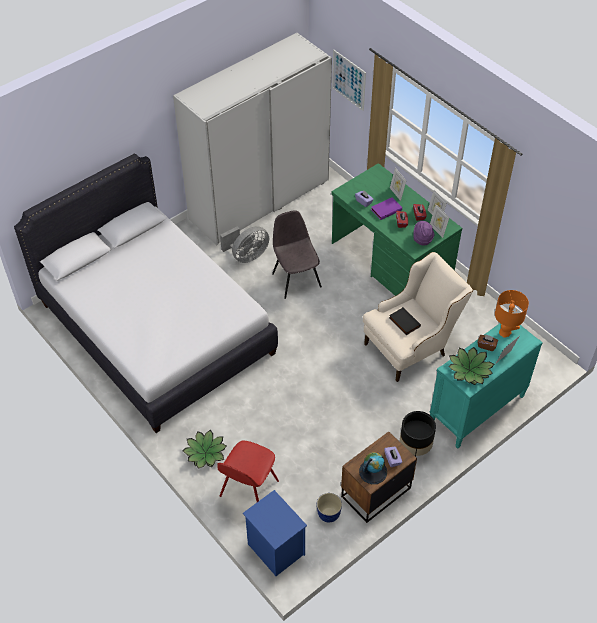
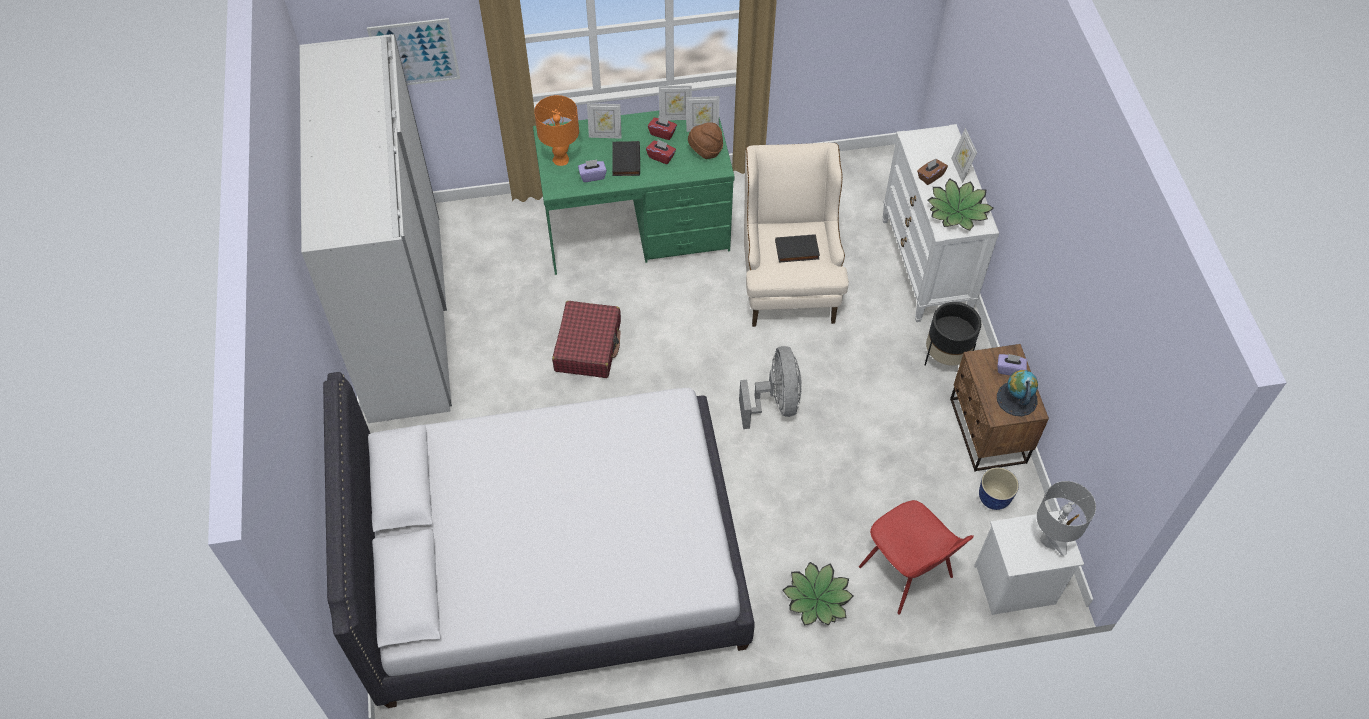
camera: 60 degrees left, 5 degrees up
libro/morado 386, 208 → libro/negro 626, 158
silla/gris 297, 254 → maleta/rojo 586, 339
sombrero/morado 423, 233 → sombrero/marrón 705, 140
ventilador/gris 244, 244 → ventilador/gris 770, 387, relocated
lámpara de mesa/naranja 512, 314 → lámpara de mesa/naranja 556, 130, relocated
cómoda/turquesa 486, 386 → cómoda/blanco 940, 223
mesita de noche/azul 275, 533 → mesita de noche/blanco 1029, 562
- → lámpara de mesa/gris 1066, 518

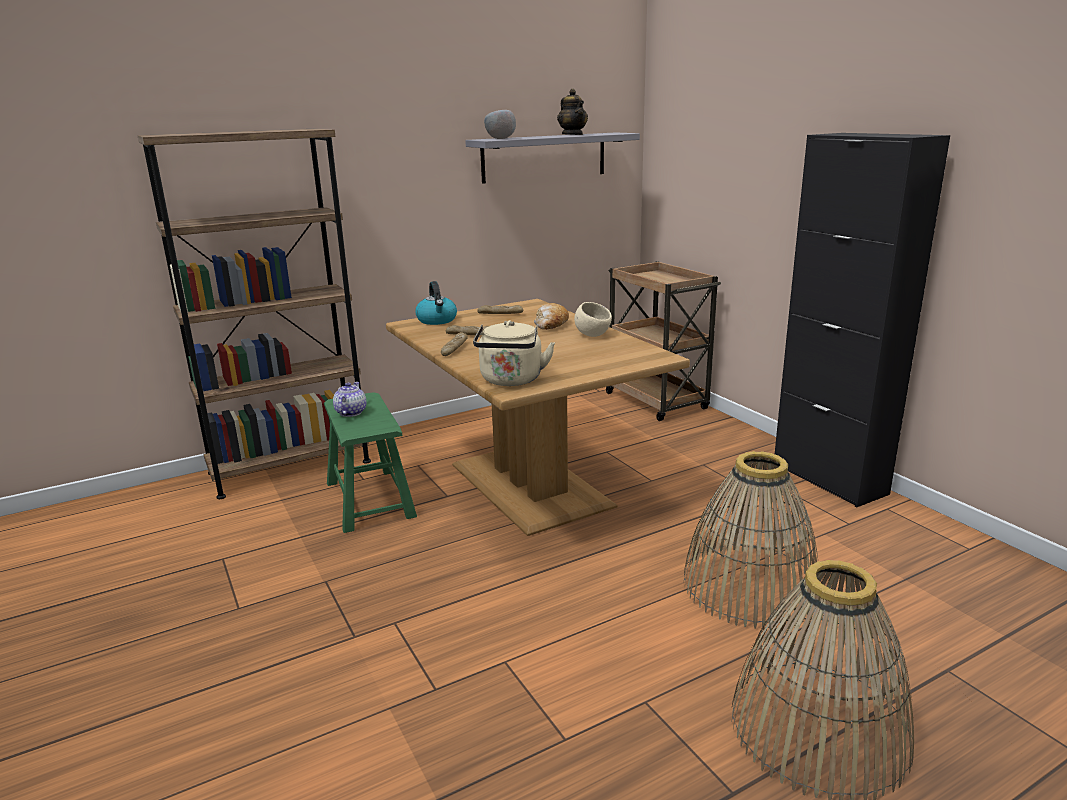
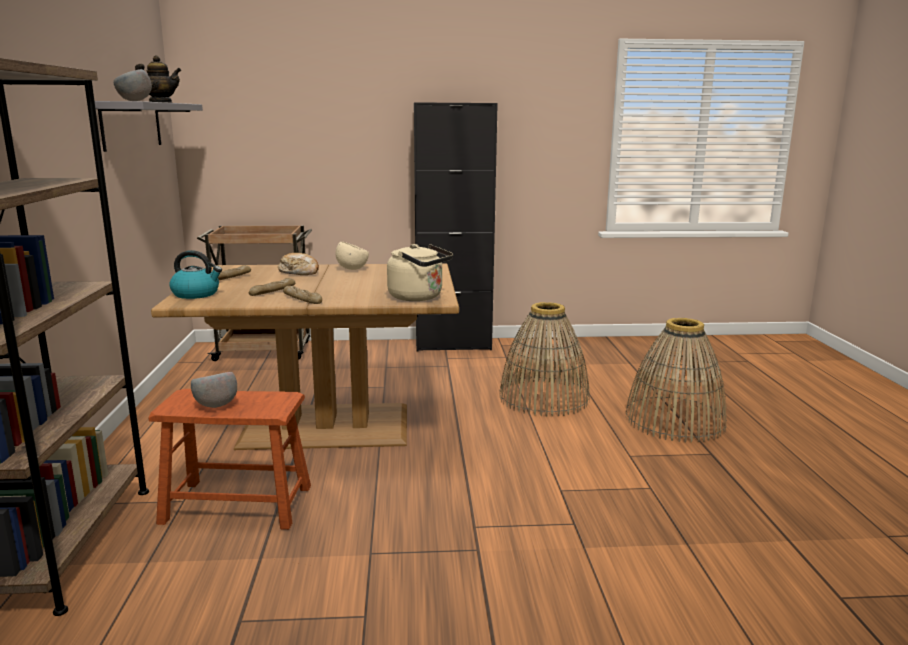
camera: 65 degrees left, 5 degrees down
tetera 349, 399 → cuenco/gris 214, 390
taburete/verde 370, 462 → taburete/marrón 229, 459

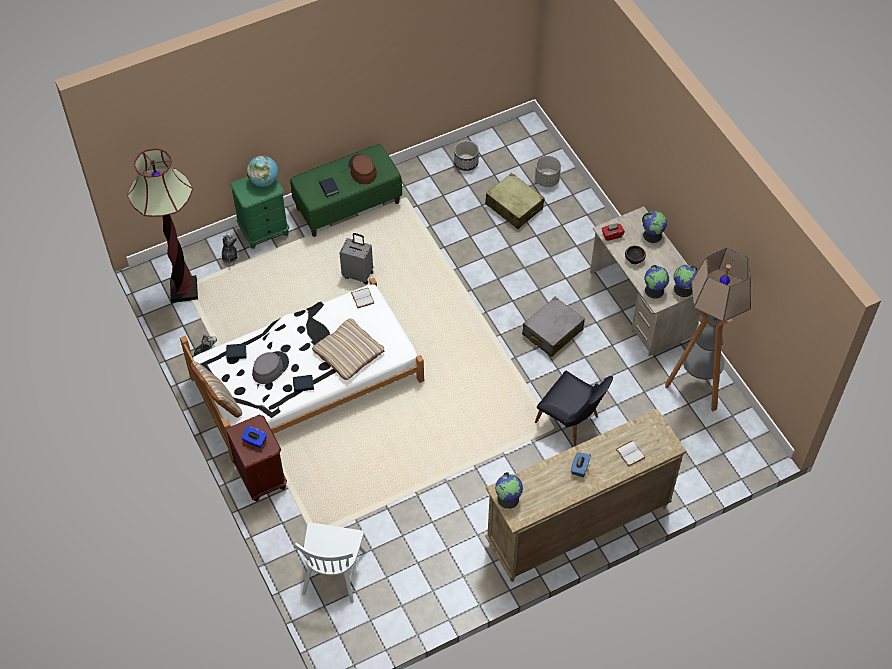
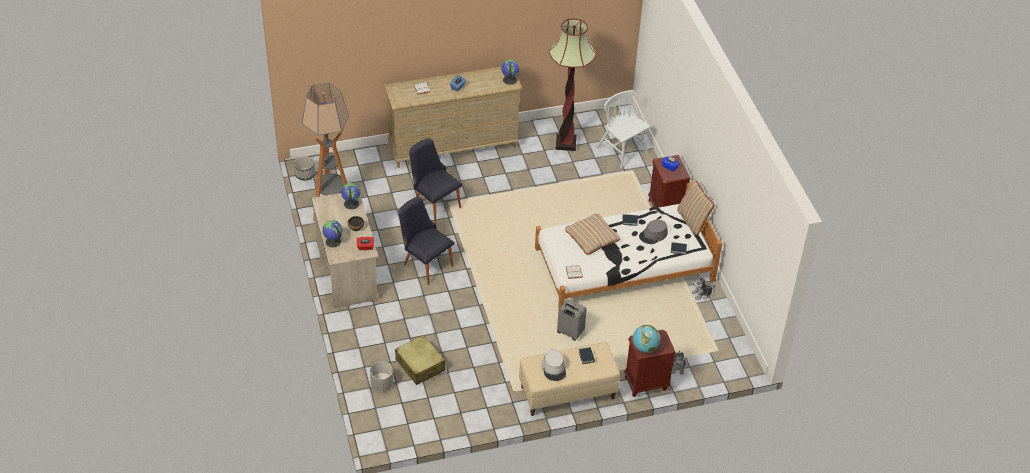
camera: 170 degrees left, 10 degrees down
maceta 466, 155 → maceta 304, 168, relocated
banco/verde 346, 190 → banco/beis 569, 379
lámpara de pie 162, 225 → lámpara de pie 572, 84, relocated
sombrero/marrón 362, 169 → sombrero/gris 554, 365
mesita de noche/verde 259, 212 → mesita de noche/marrón 650, 363
globo terráqueo 685, 281 → -
maleta/gris 553, 327 → silla/negro 426, 241
silla/blanco 330, 562 → silla/blanco 623, 129, 60 degrees counterclockwise

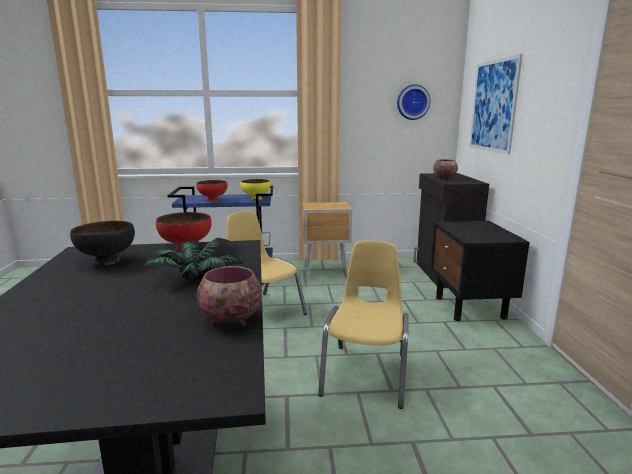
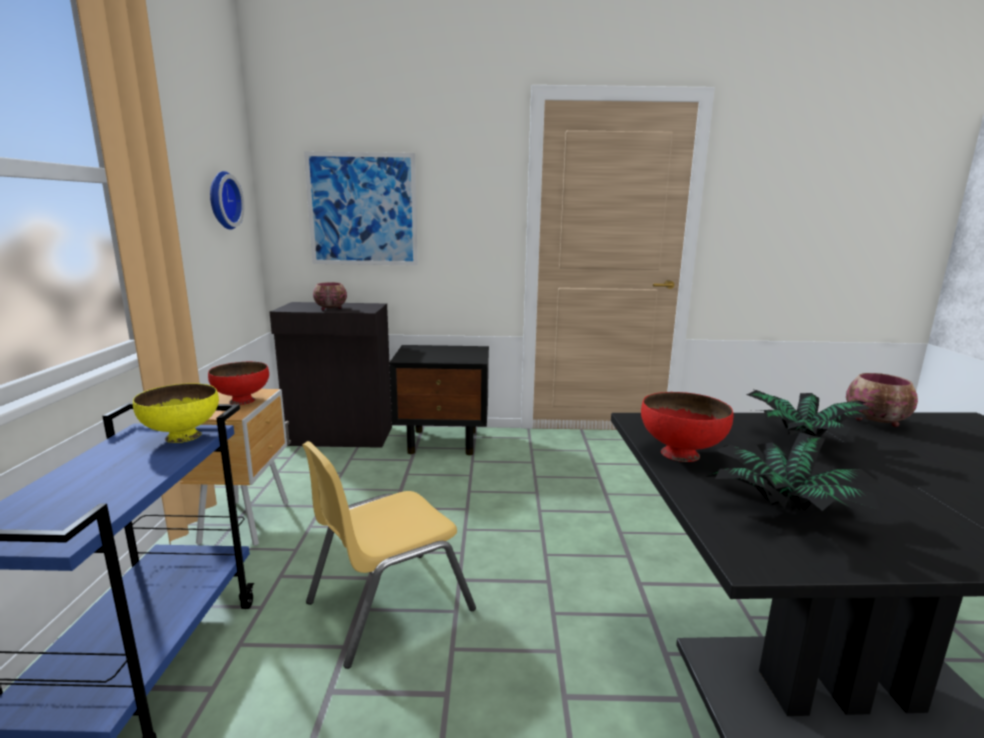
camera: 85 degrees left, 0 degrees up
cuenco/rojo 212, 191 → cuenco/rojo 238, 383, relocated
cuenco/negro 102, 243 → planta en maceta 794, 471
silla/amarillo 363, 324 → -

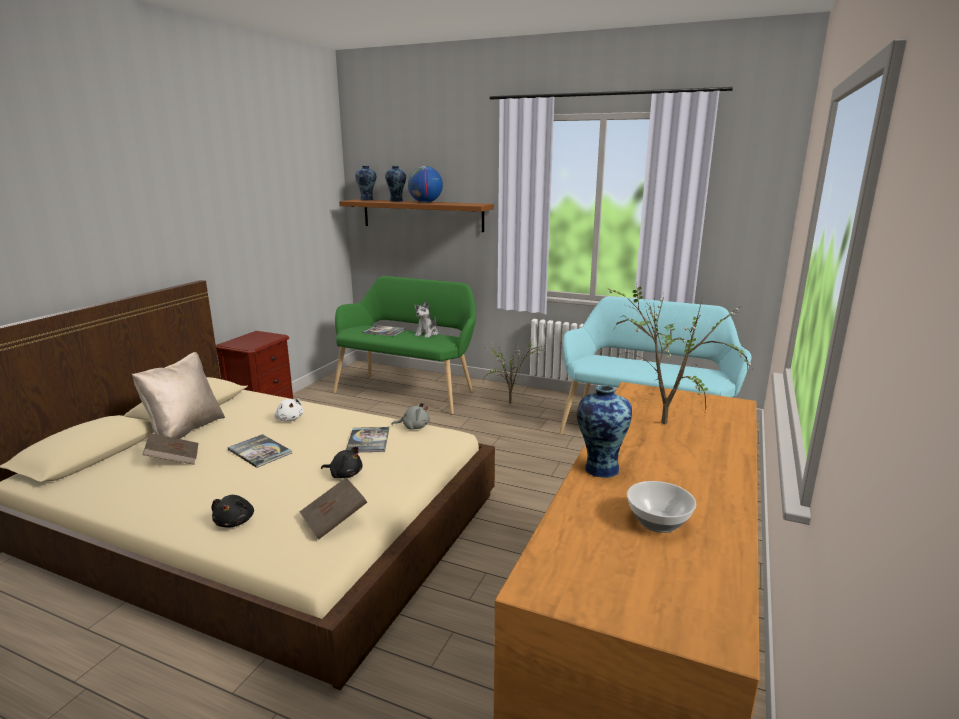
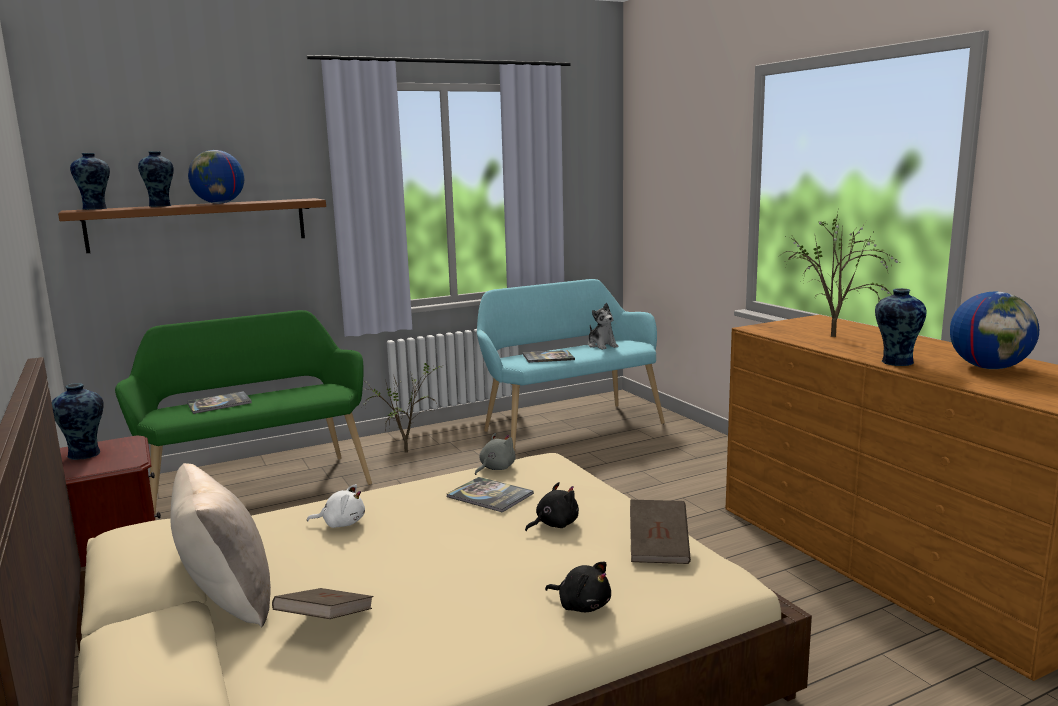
camera: 50 degrees left, 5 degrees down
peluche 427, 319 → peluche 603, 326, relocated
libro 260, 451 → libro 548, 356, relocated
cuenco 661, 507 → globo terráqueo 994, 330
- → florero 78, 421

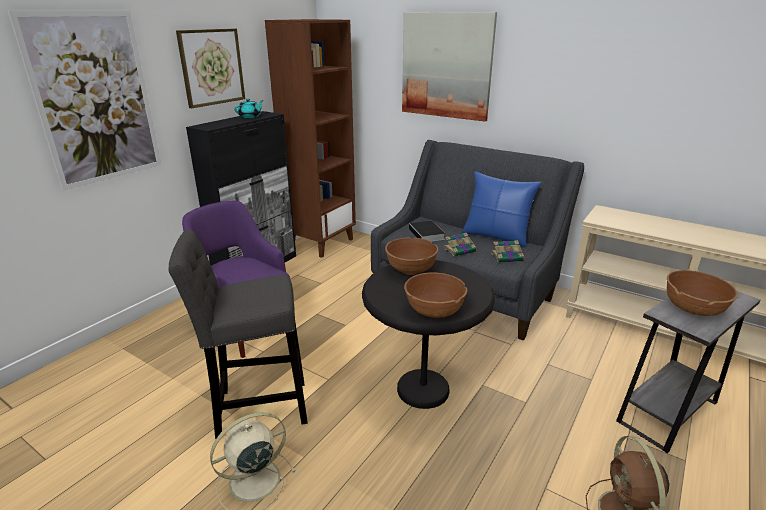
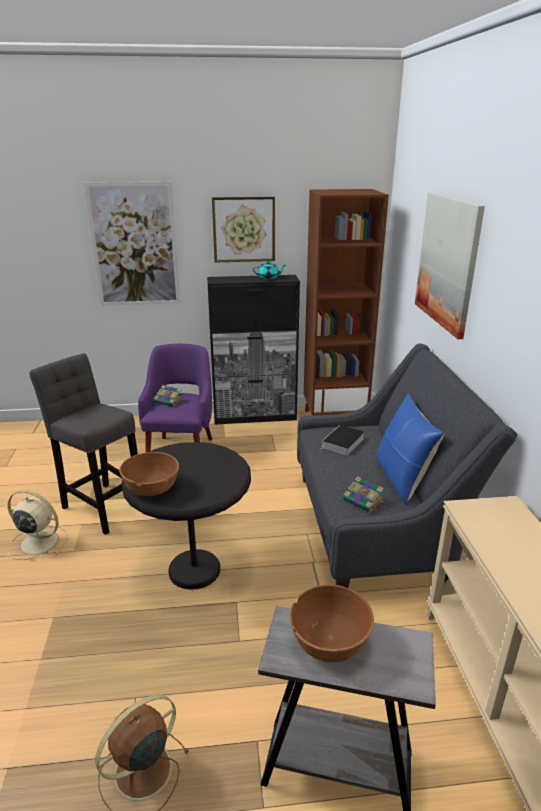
camera: 50 degrees right, 0 degrees up
libro 460, 245 → libro 169, 396, relocated
cuenco/marrón 411, 256 → -

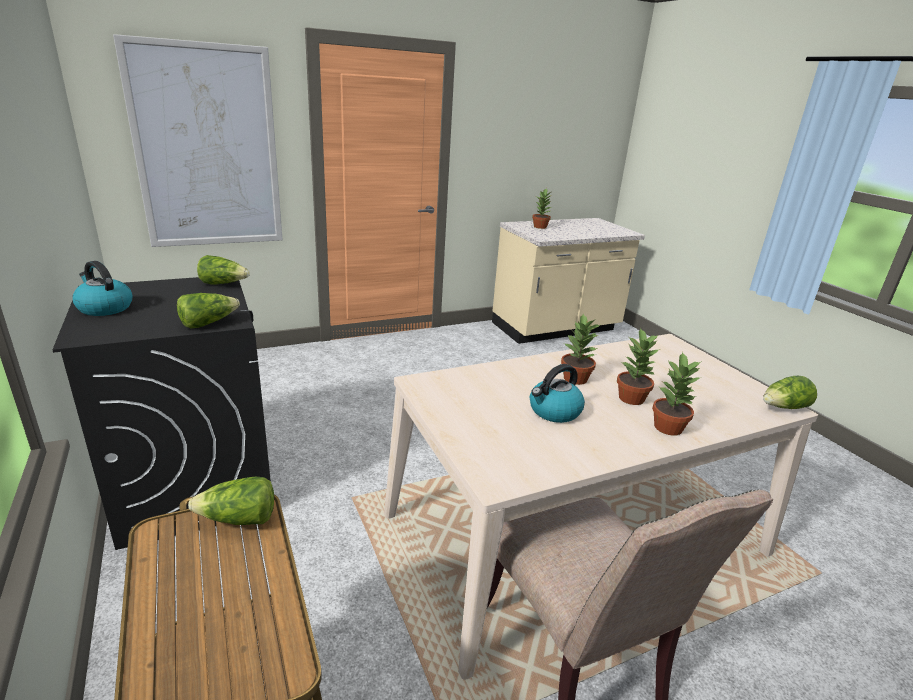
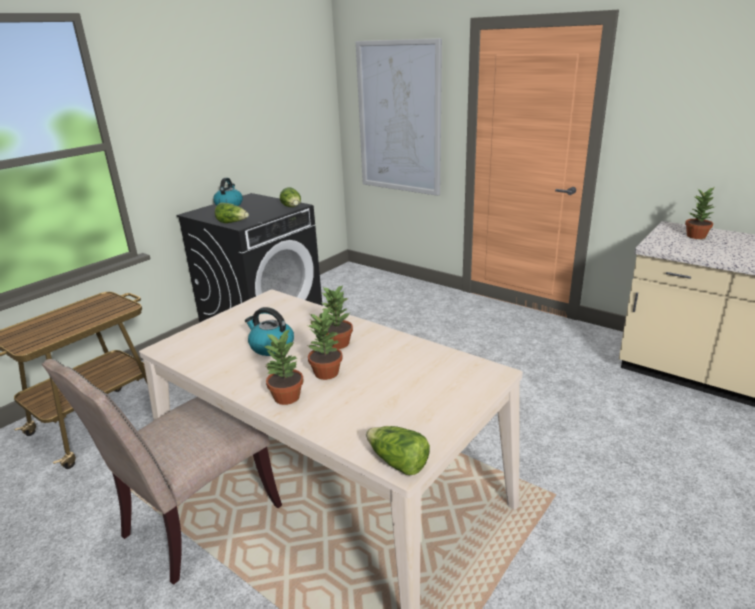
camera: 65 degrees right, 0 degrees up
lechuga 231, 501 → -

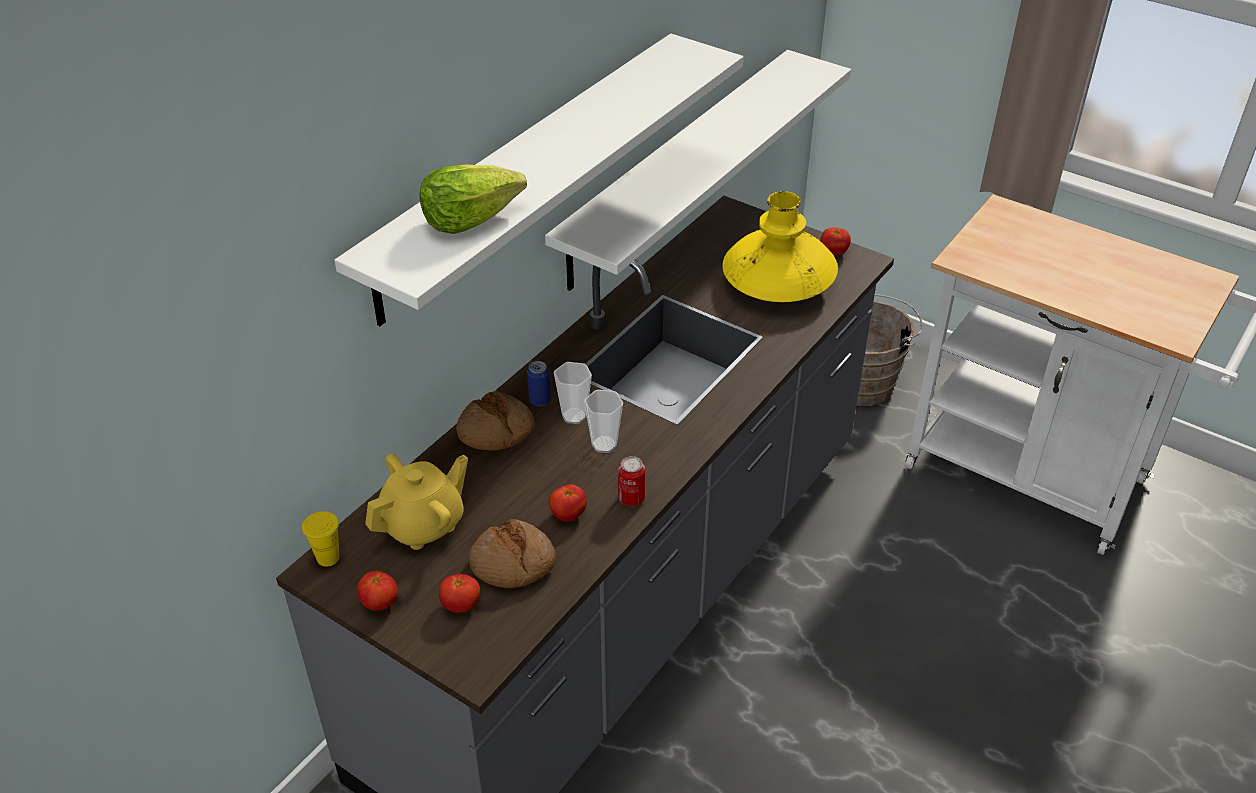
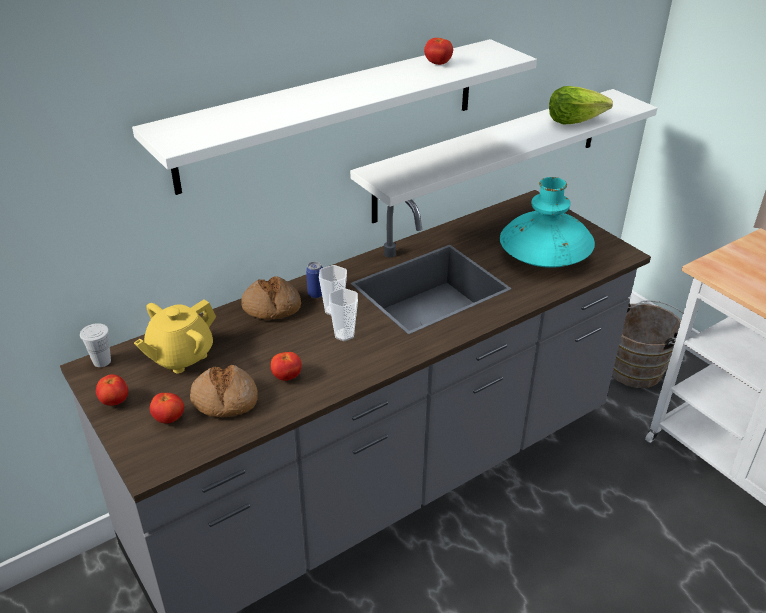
camera: 20 degrees right, 5 degrees down
lechuga 473, 199 → lechuga 581, 105, relocated
florero/amarillo 780, 246 → florero/turquesa 547, 222
tomate 835, 241 → tomate 438, 51, relocated
tetera/amarillo 416, 501 → tetera/amarillo 175, 336, 150 degrees clockwise
lata 631, 481 → -
taza/amarillo 321, 539 → taza/blanco 95, 345

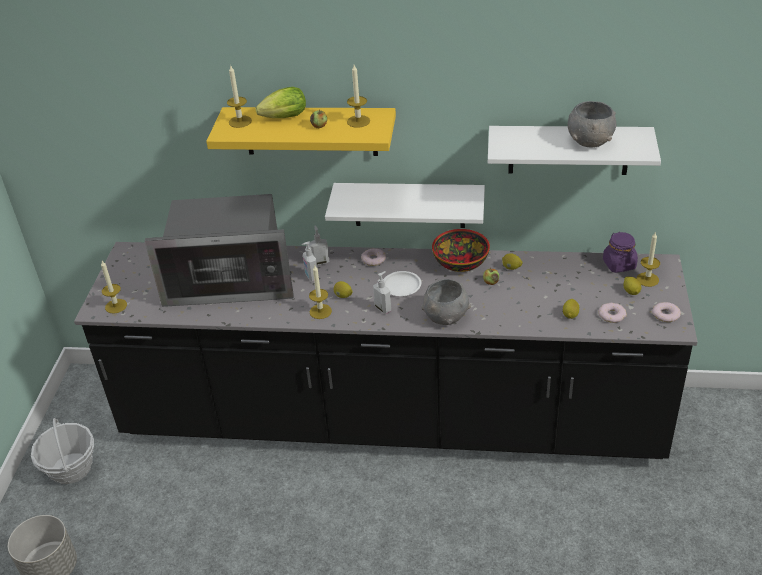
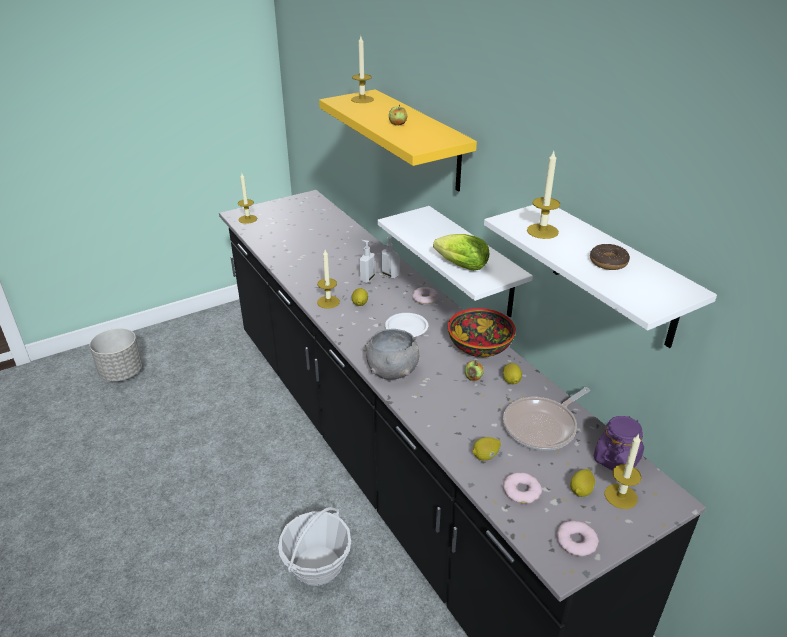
camera: 50 degrees right, 5 degrees down
vela 358, 96 → vela 544, 195, relocated
lechuga 280, 102 → lechuga 461, 252, relocated
cuenco/gris 592, 124 → rosquilla 610, 257
microondas 219, 250 → -
dispensador de jabón 382, 292 → -
cesta 62, 451 → cesta 314, 546, relocated
- → sartén 546, 419

